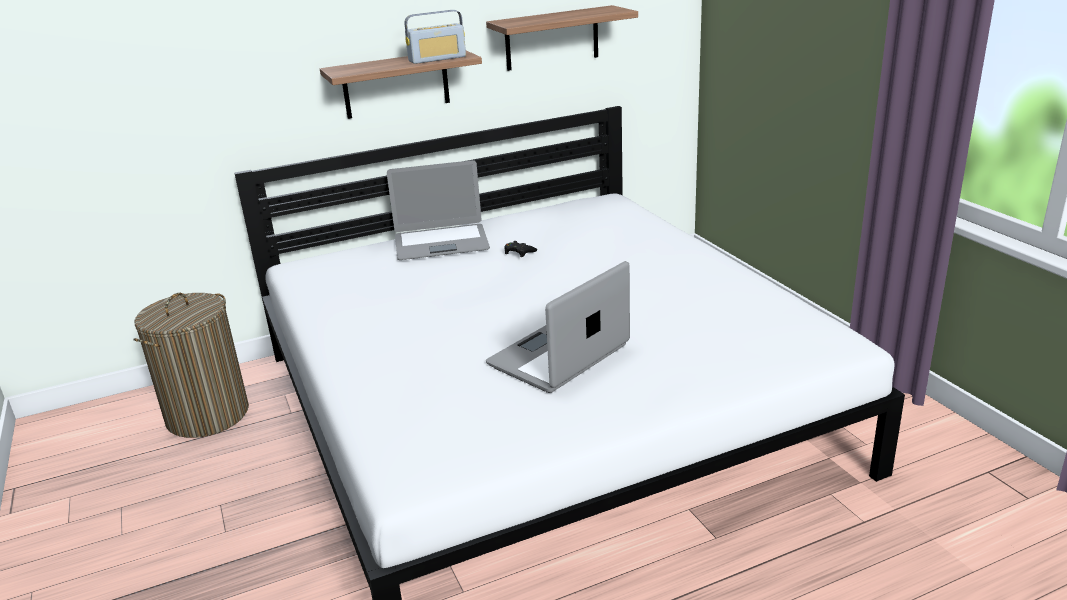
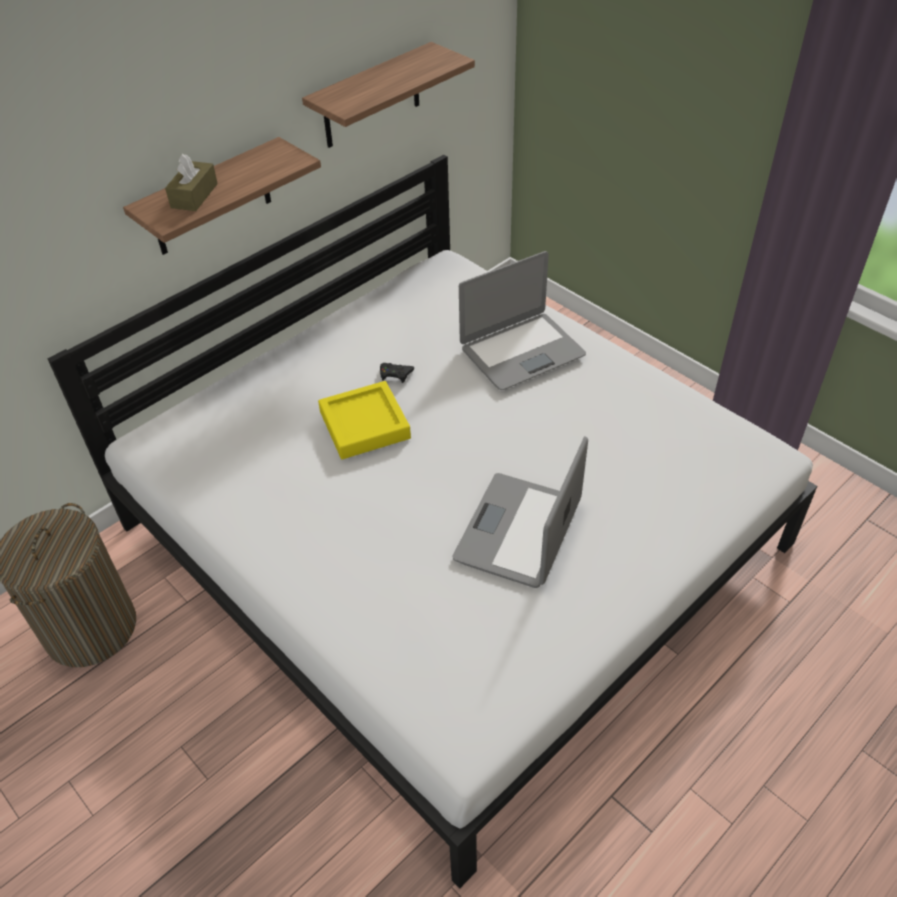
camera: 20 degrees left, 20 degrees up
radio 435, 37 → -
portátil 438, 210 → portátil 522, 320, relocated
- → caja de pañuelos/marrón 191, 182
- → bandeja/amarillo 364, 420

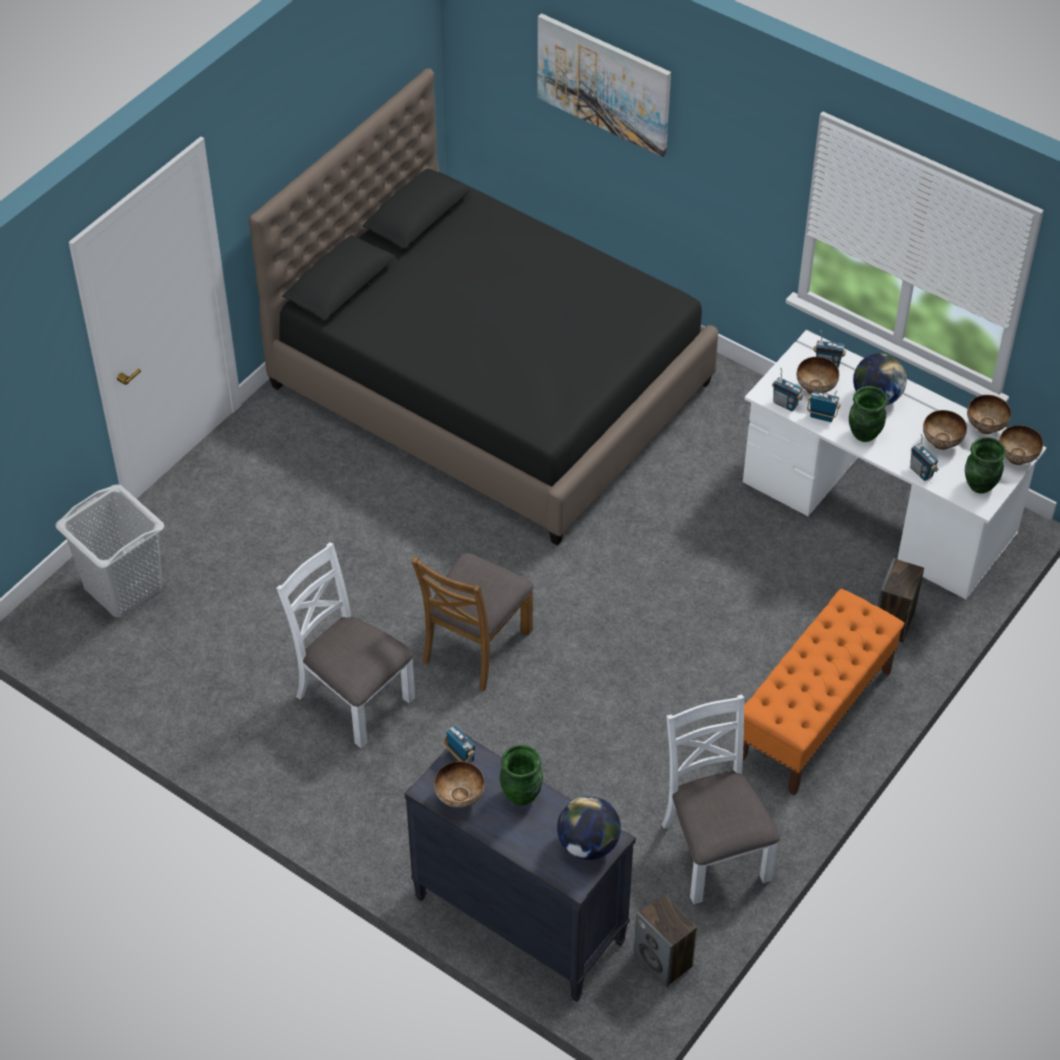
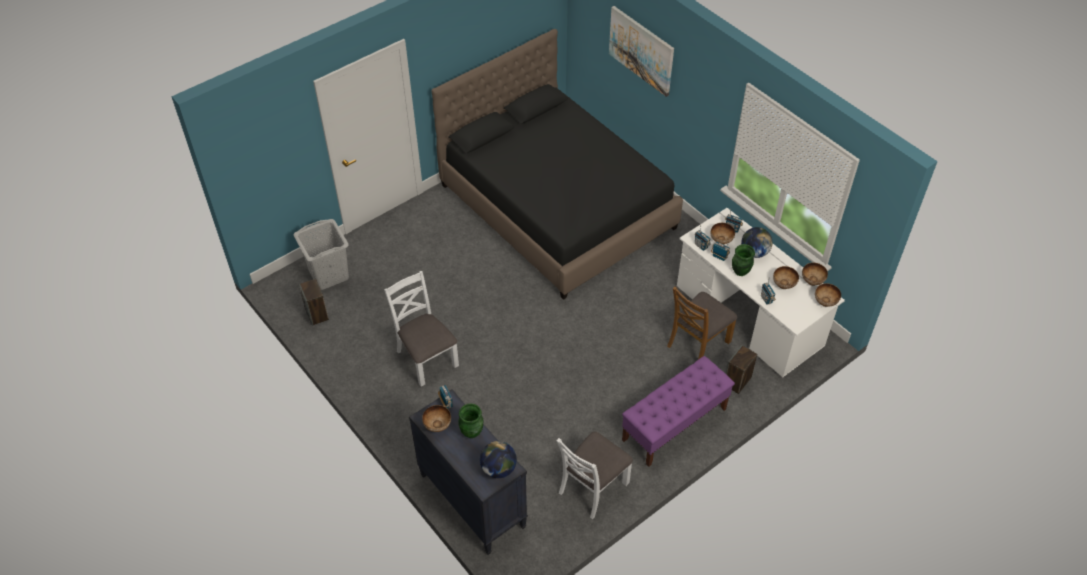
camera: 15 degrees right, 0 degrees up
florero/verde 985, 465 → -
silla/marrón 473, 622 → silla/marrón 702, 323, relocated
banco/naranja 823, 692 → banco/morado 678, 411
silla/blanco 721, 799 → silla/blanco 595, 475, 135 degrees counterclockwise
altavoz 665, 940 → altavoz 314, 302, relocated

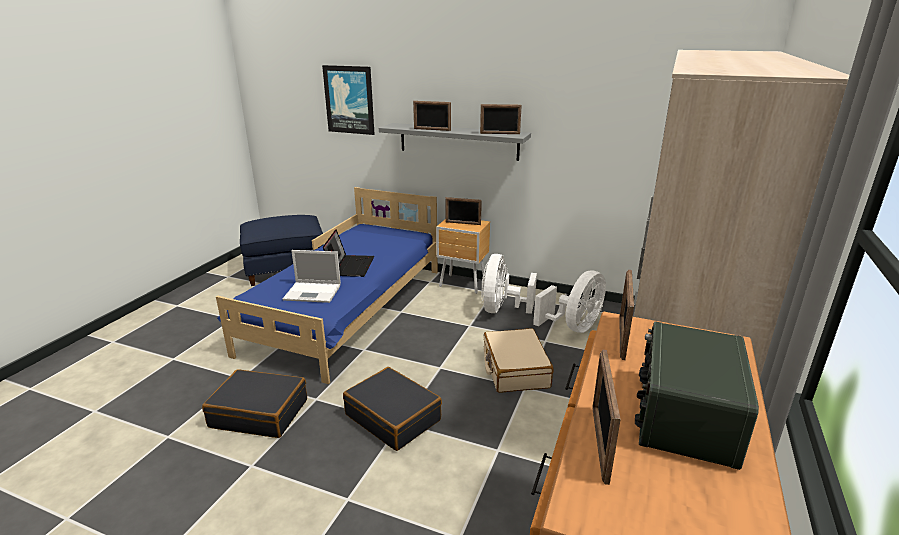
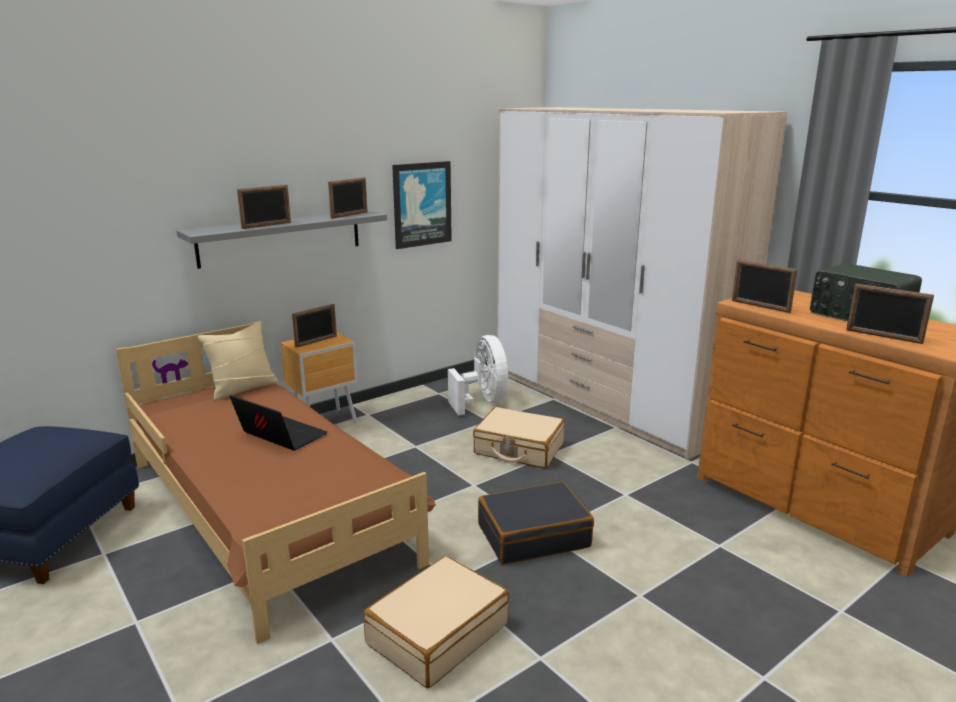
camera: 60 degrees left, 5 degrees down
cuadro 348, 100 → cuadro 422, 205, relocated
cama/azul 327, 285 → cama/marrón 276, 483
portátil 312, 276 → -
ventilador/blanco 509, 284 → -
maleta/negro 254, 403 → maleta/beis 436, 622
- → cojín/beis 238, 361

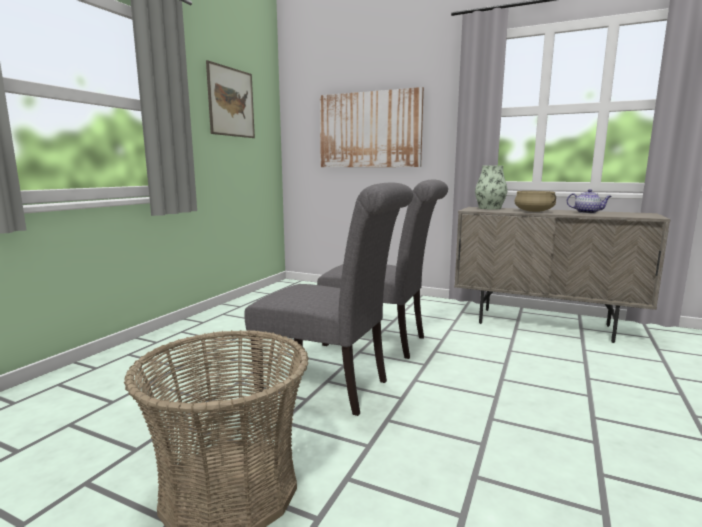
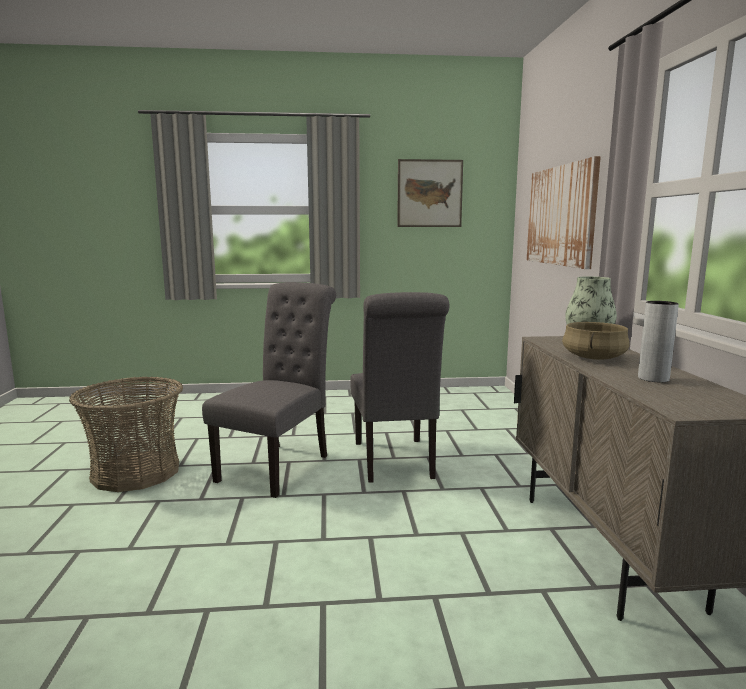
camera: 60 degrees right, 0 degrees up
silla/gris 328, 299 → silla/gris 269, 390, 150 degrees counterclockwise
tetera 589, 201 → florero/gris 658, 341

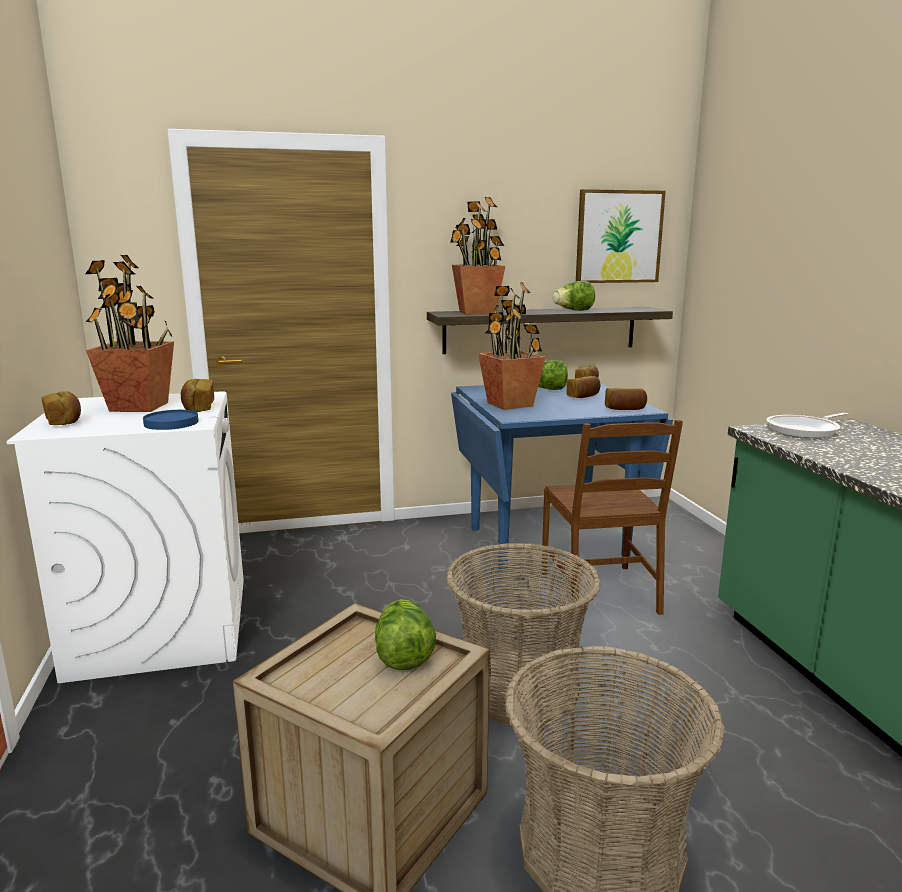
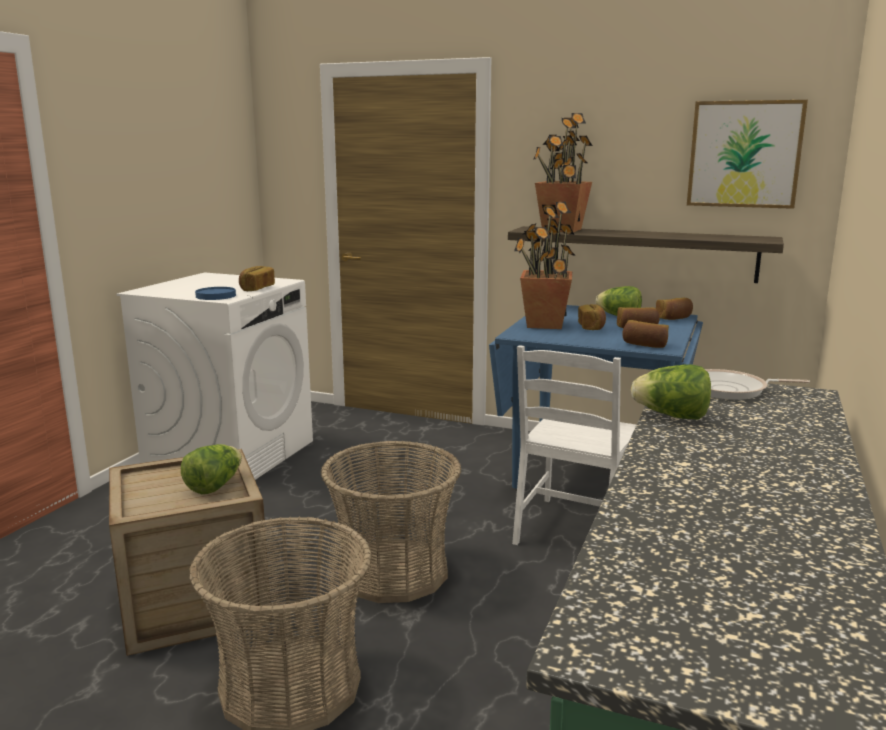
camera: 35 degrees right, 0 degrees up
planta en maceta 129, 333 → -
lechuga 574, 296 → lechuga 671, 392, relocated
pan 61, 408 → pan 592, 317, relocated
silla/marrón 612, 518 → silla/blanco 574, 445

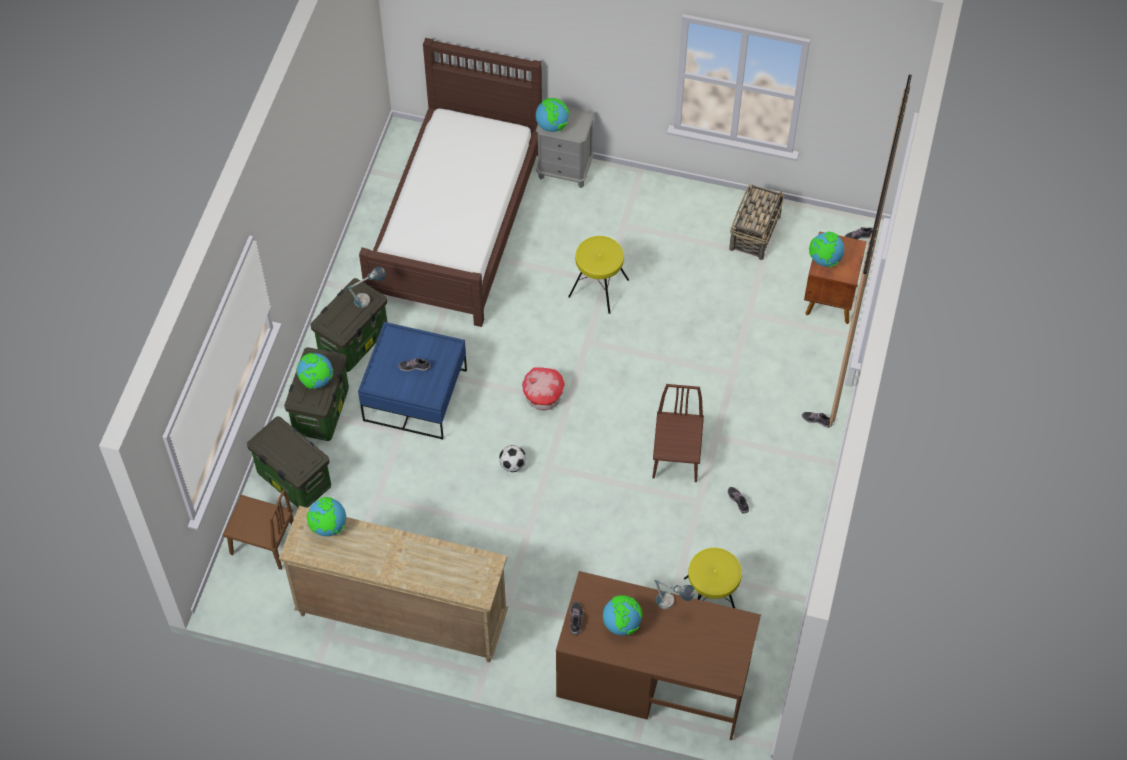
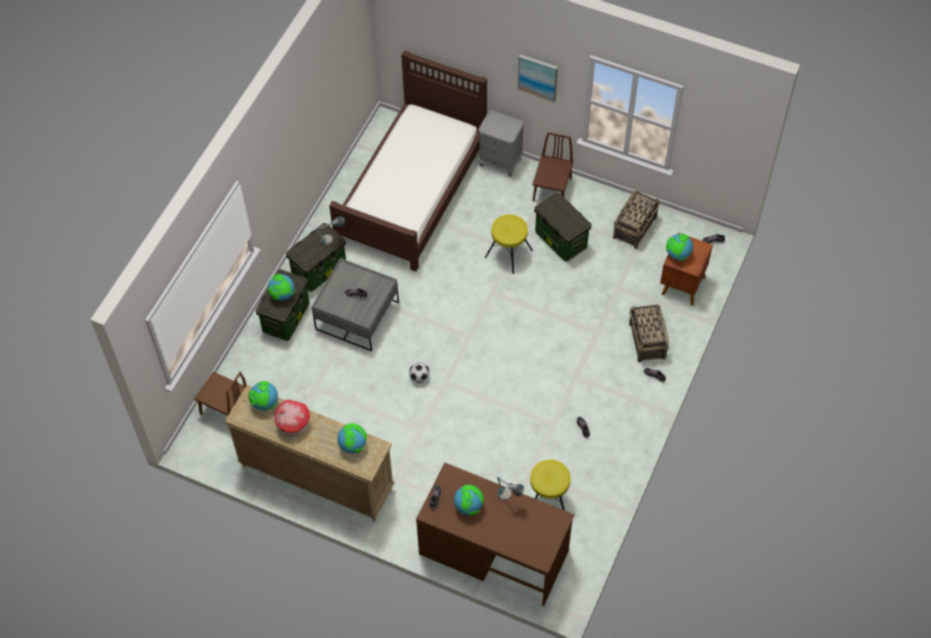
camera: 10 degrees right, 0 degrees up
globo terráqueo 552, 115 → globo terráqueo 352, 438, relocated
mesa de centro/azul 412, 381 → mesa de centro/gris 355, 304
casita 543, 388 → casita 292, 418, relocated
silla/marrón 678, 433 → silla/marrón 553, 166, relocated
caja de almacenaje 289, 462 → caja de almacenaje 562, 227, relocated
- → cuadro 538, 78
- → cesta 649, 333

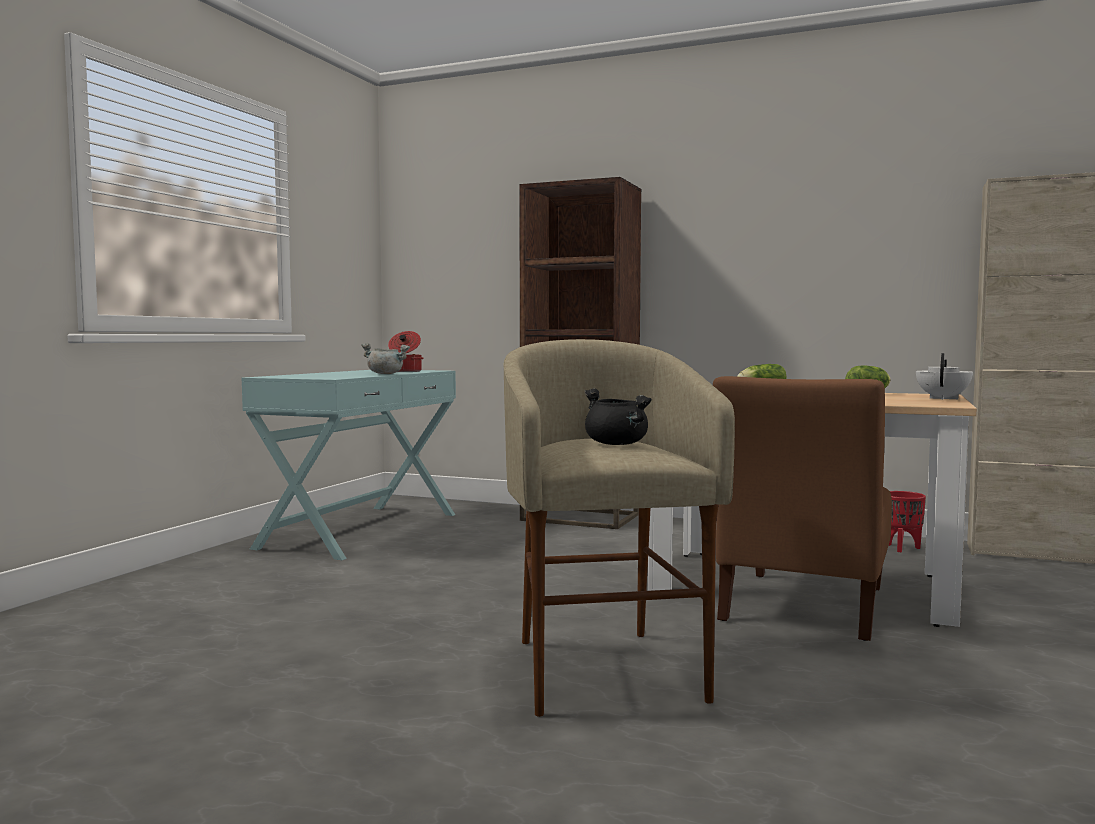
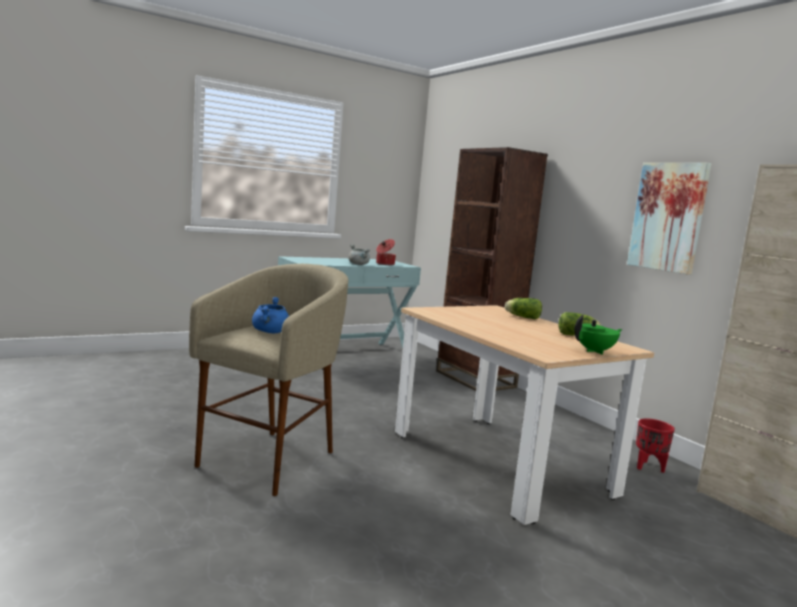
camera: 35 degrees right, 5 degrees up
tetera/blanco 944, 376 → tetera/verde 598, 335
silla/marrón 802, 508 → -
olla/negro 618, 416 → olla/azul 270, 315
- → cuadro 669, 219

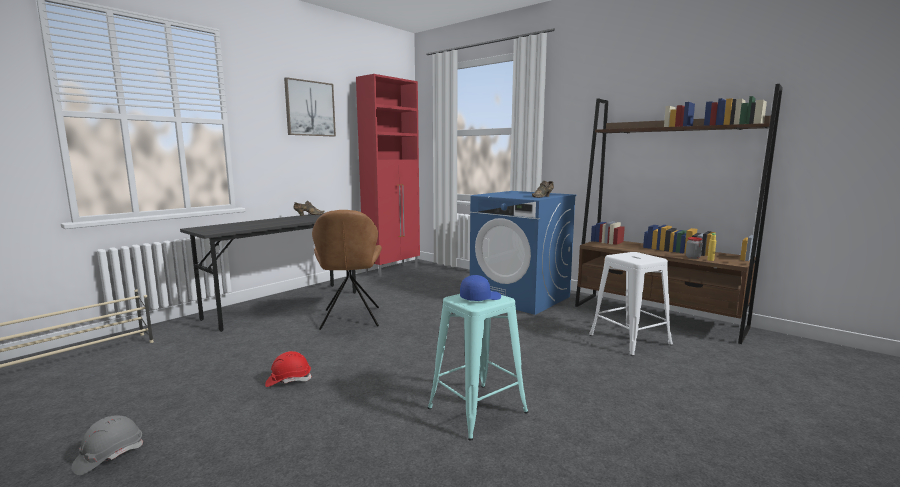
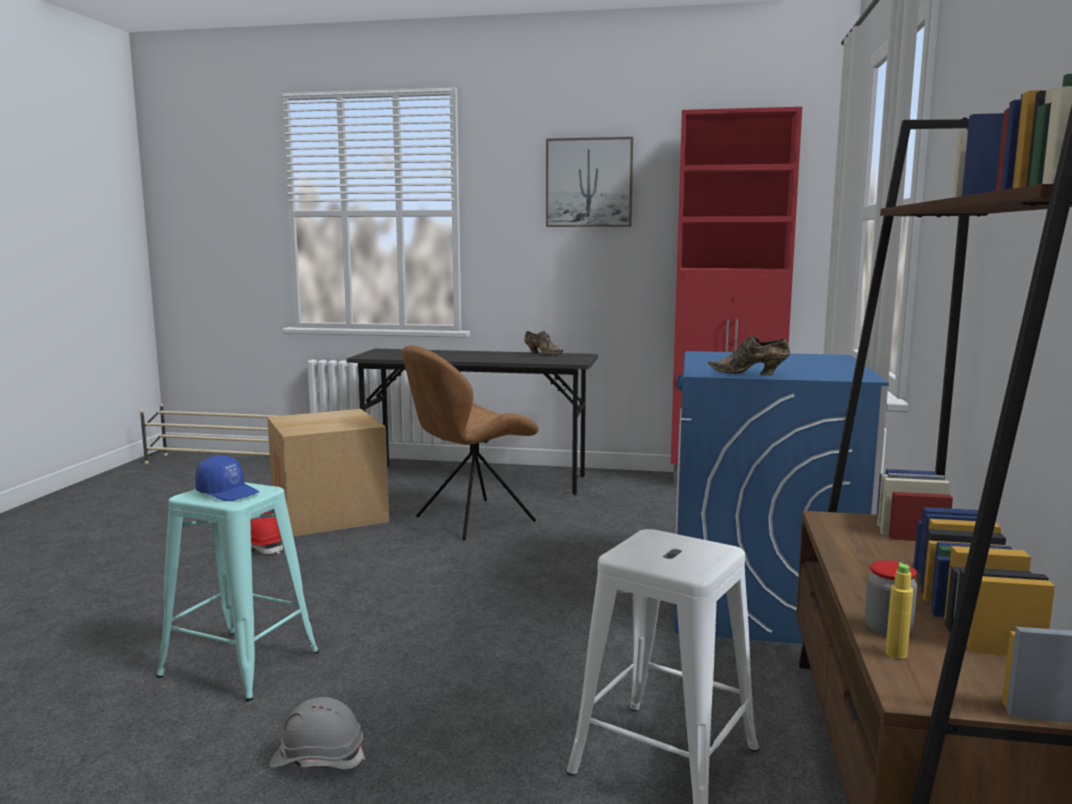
camera: 60 degrees right, 0 degrees up
casco/gris 107, 445 → casco/gris 317, 733, relocated
- → caja de cartón 328, 472

